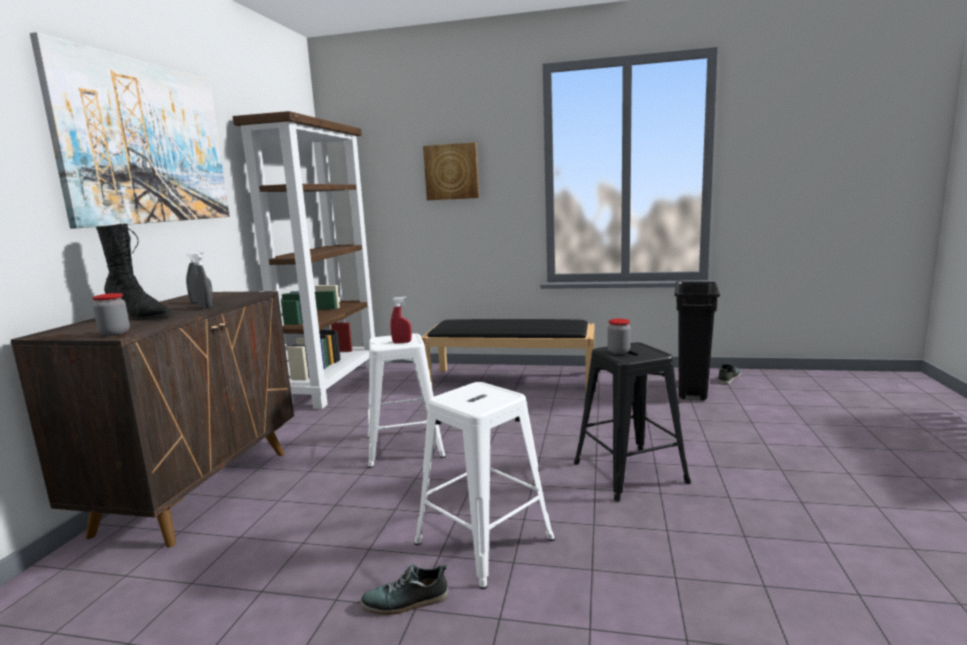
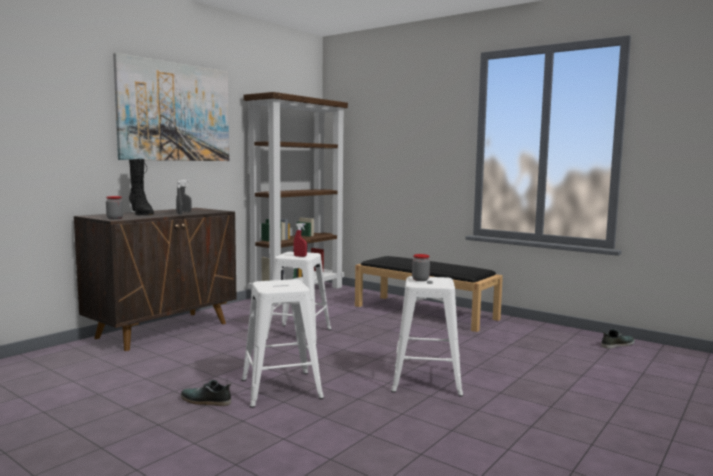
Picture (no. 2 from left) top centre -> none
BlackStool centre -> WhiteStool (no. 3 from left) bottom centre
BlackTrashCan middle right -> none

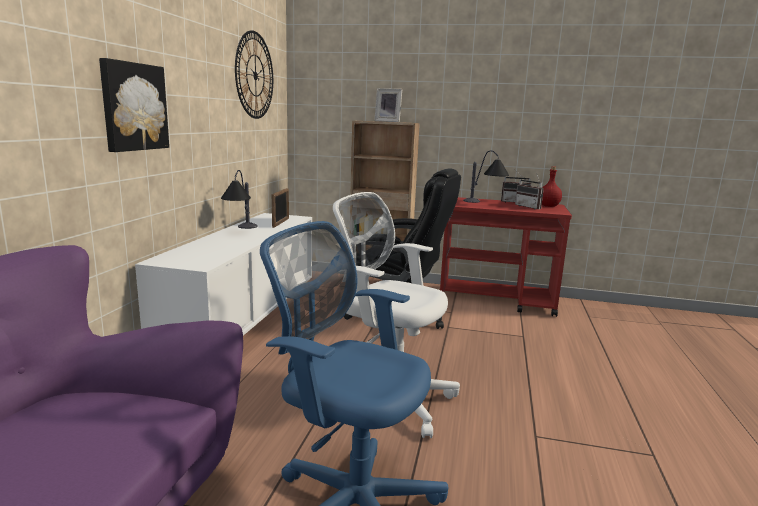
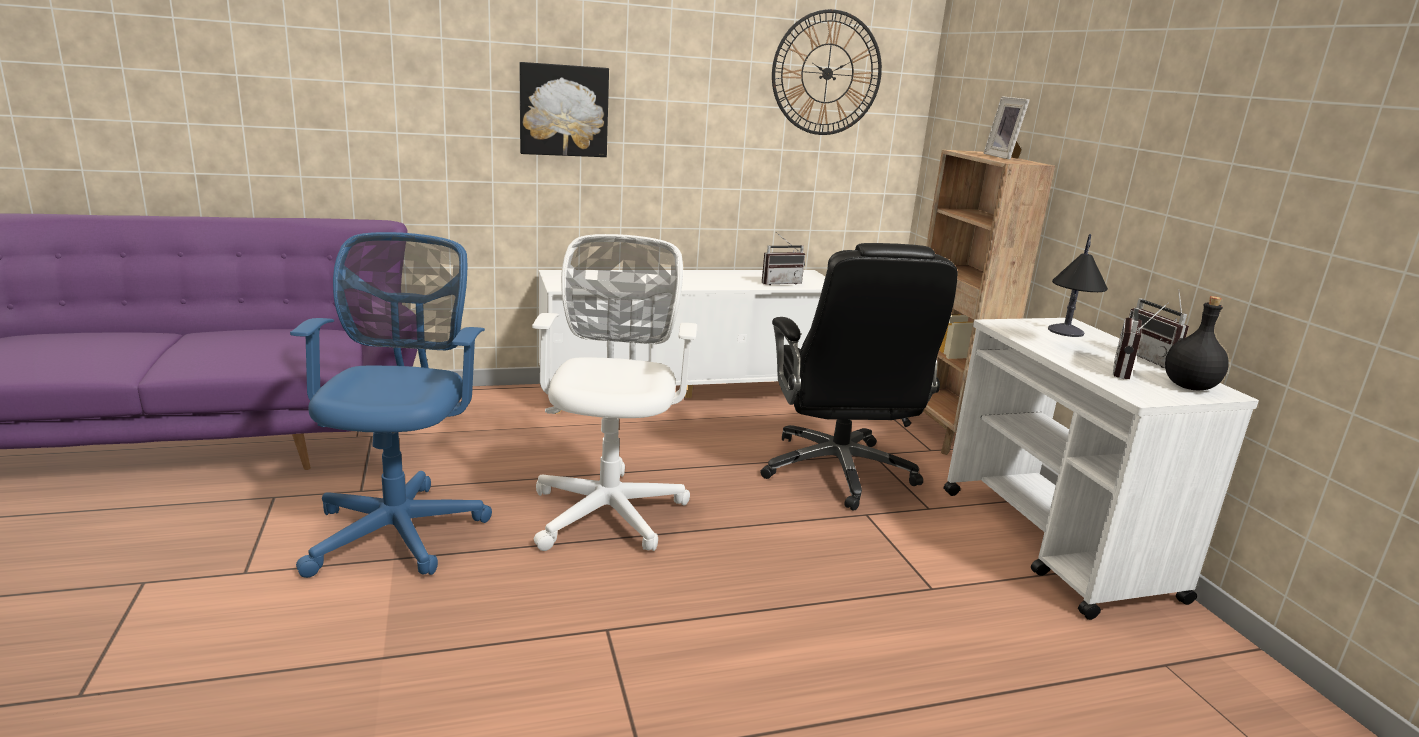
TableLamp (no. 1 from left) middle left -> none
PictureFrame (no. 1 from left) centre -> Radio (no. 1 from left) centre
RedCart middle right -> WhiteCart middle right
RedBottle middle right -> BlackBottle middle right

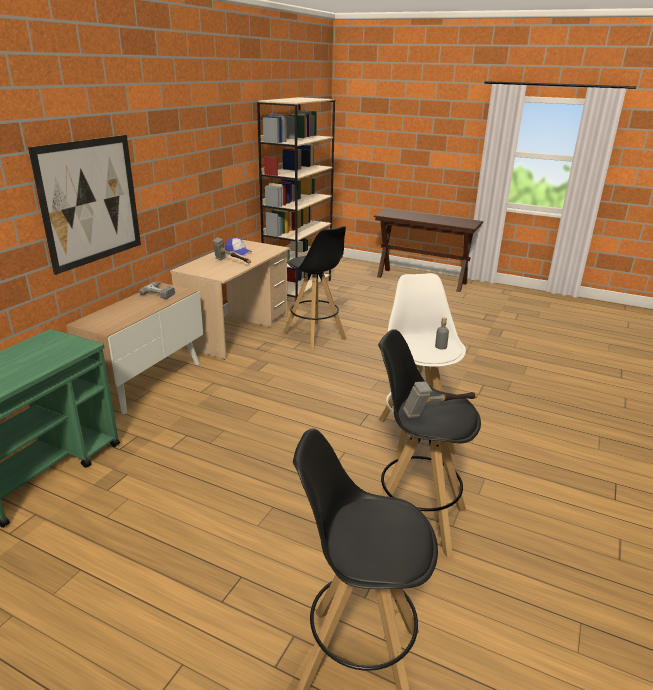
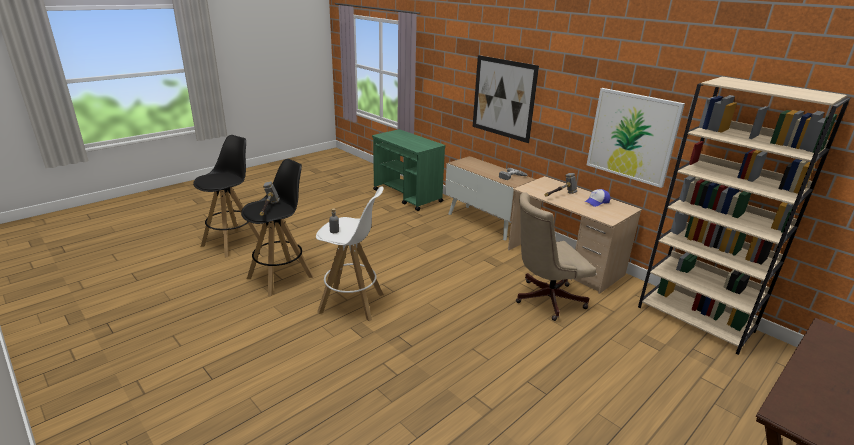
BlackStool (no. 1 from left) centre -> BeigeOfficeChair centre
none -> Picture (no. 2 from left) top right

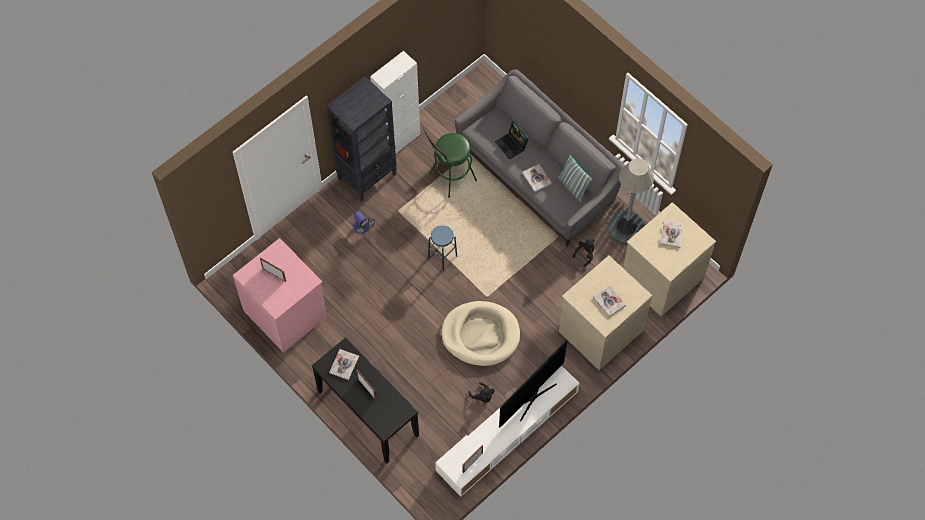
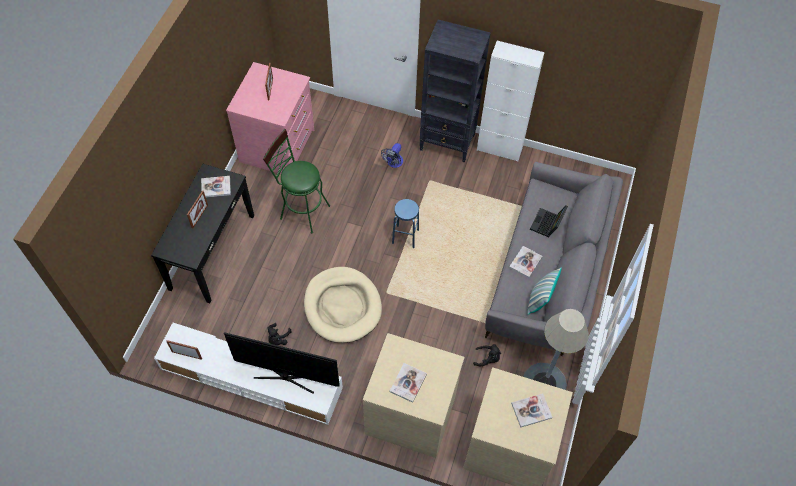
GreenStool top centre -> GreenStool centre, shifted

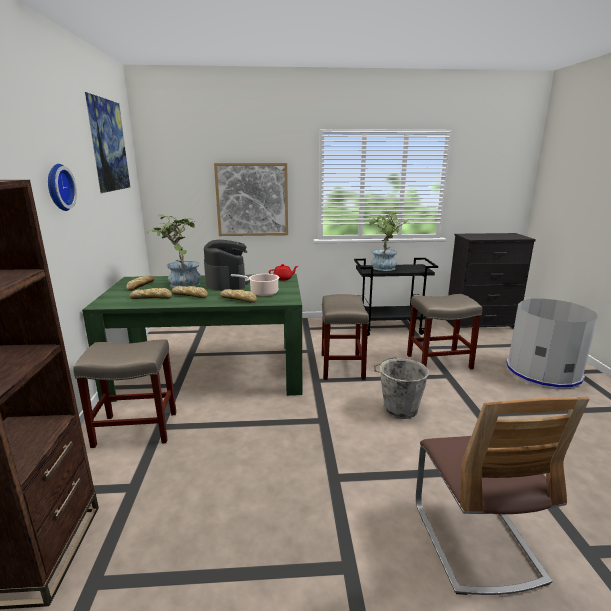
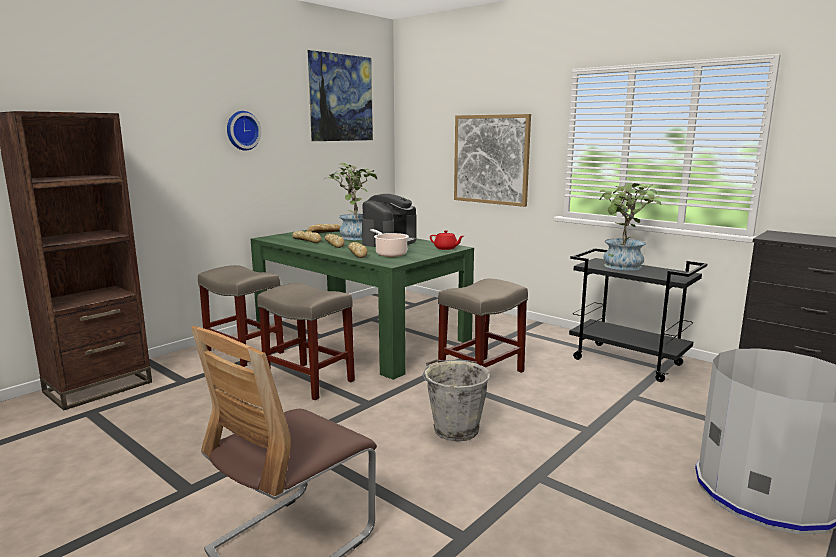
BeigeStool (no. 3 from left in the first image) middle right -> BeigeStool (no. 2 from left) centre, shifted

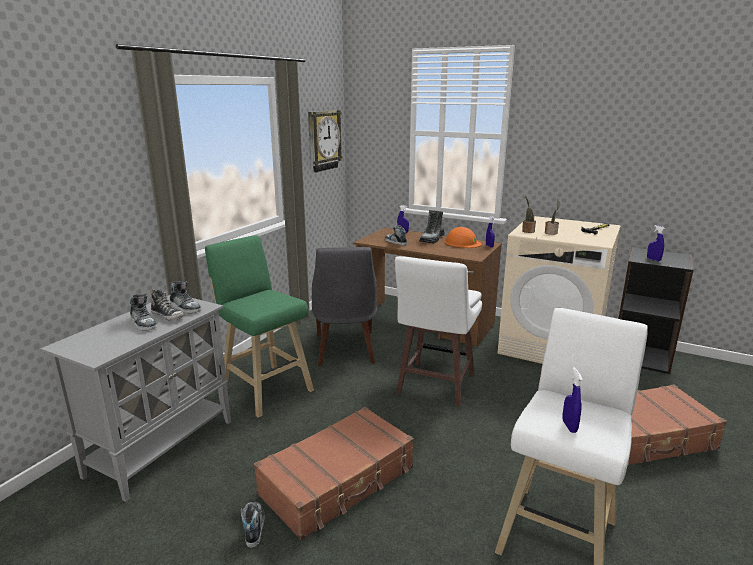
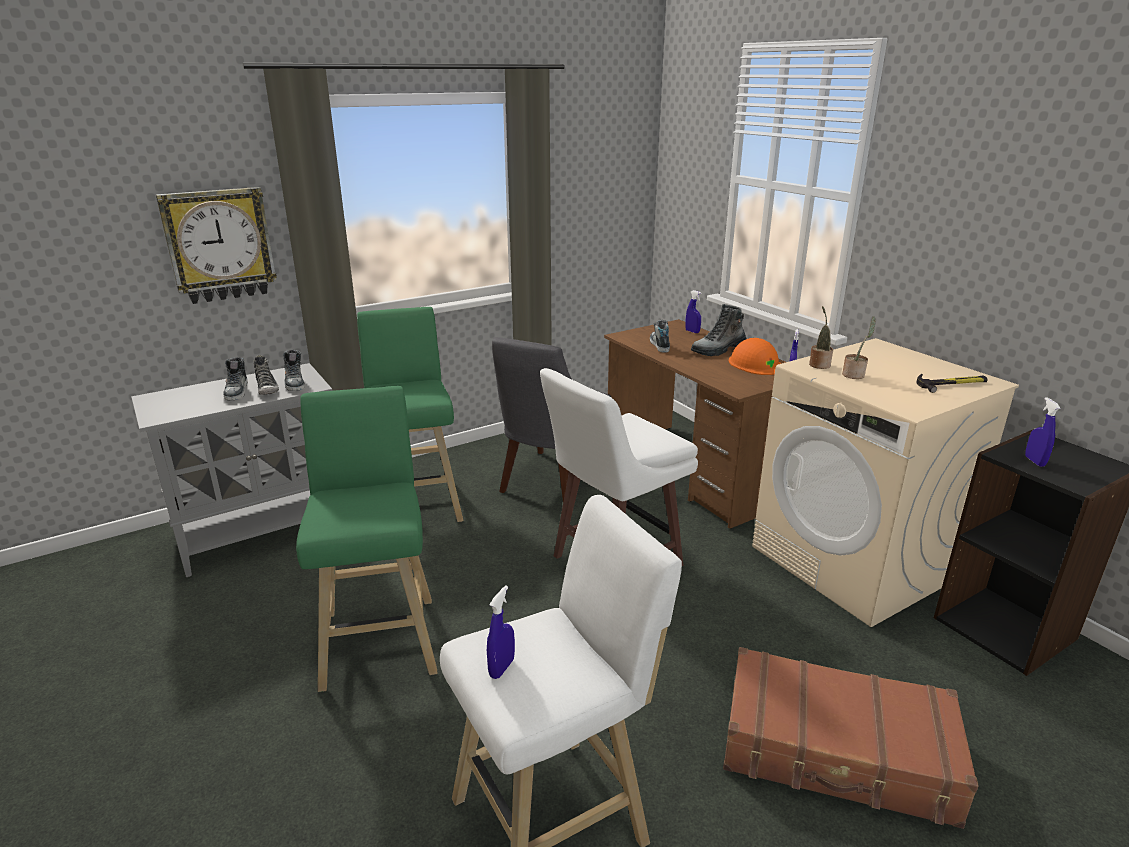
Shoe (no. 4 from left) bottom centre -> none
BrownSuitcase (no. 1 from left) bottom centre -> GreenStool (no. 1 from left) middle left
WallClock top centre -> WallClock top left, shifted

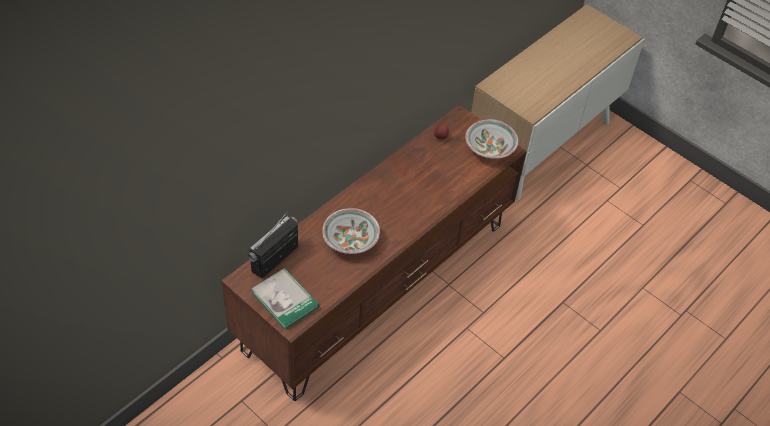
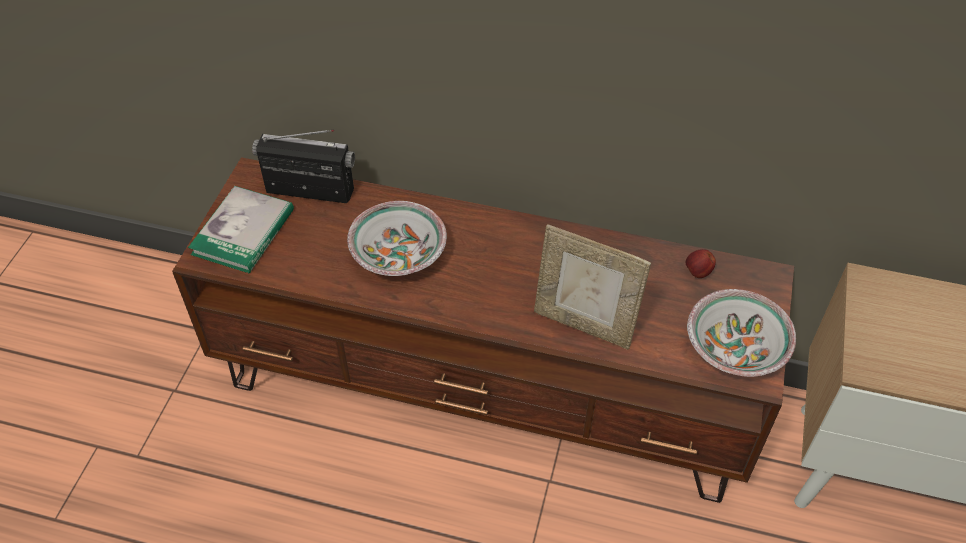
none -> PictureFrame centre

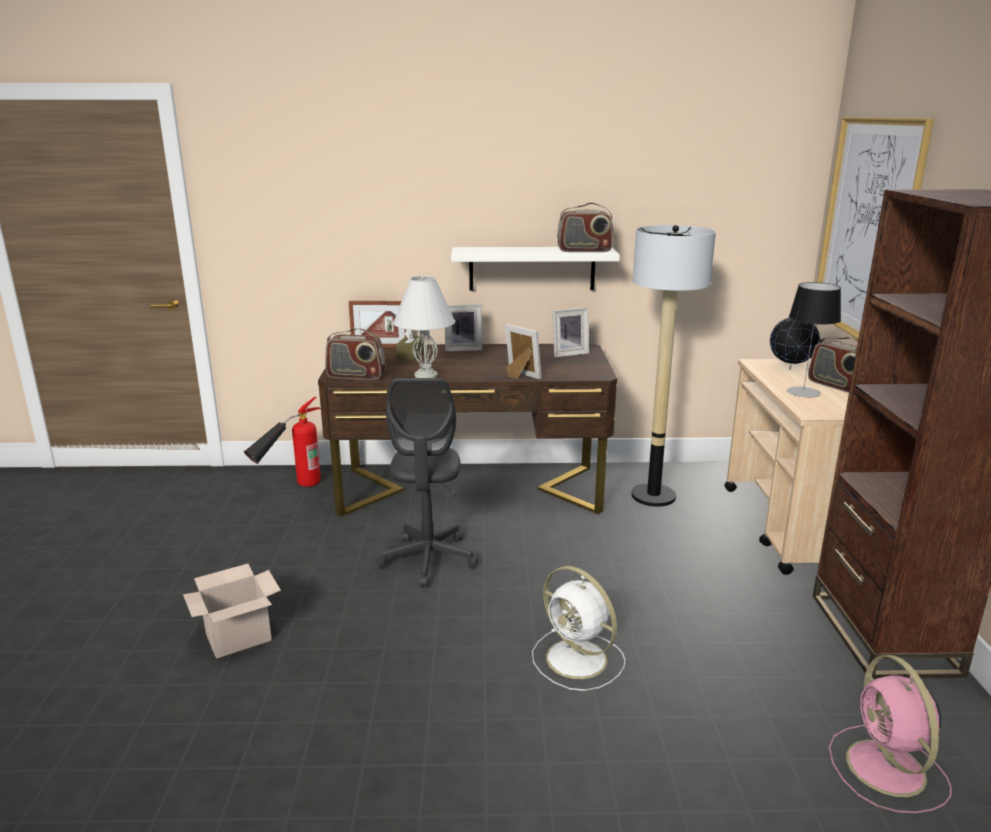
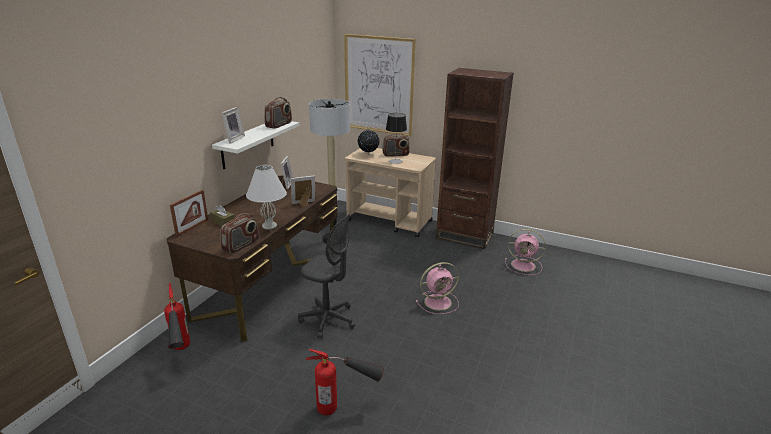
CardboardBox bottom left -> FireExtinguisher (no. 2 from left) bottom centre
PictureFrame (no. 2 from left) centre -> PictureFrame (no. 2 from left) top left, shifted
WhiteFan bottom centre -> PinkFan (no. 1 from left) centre

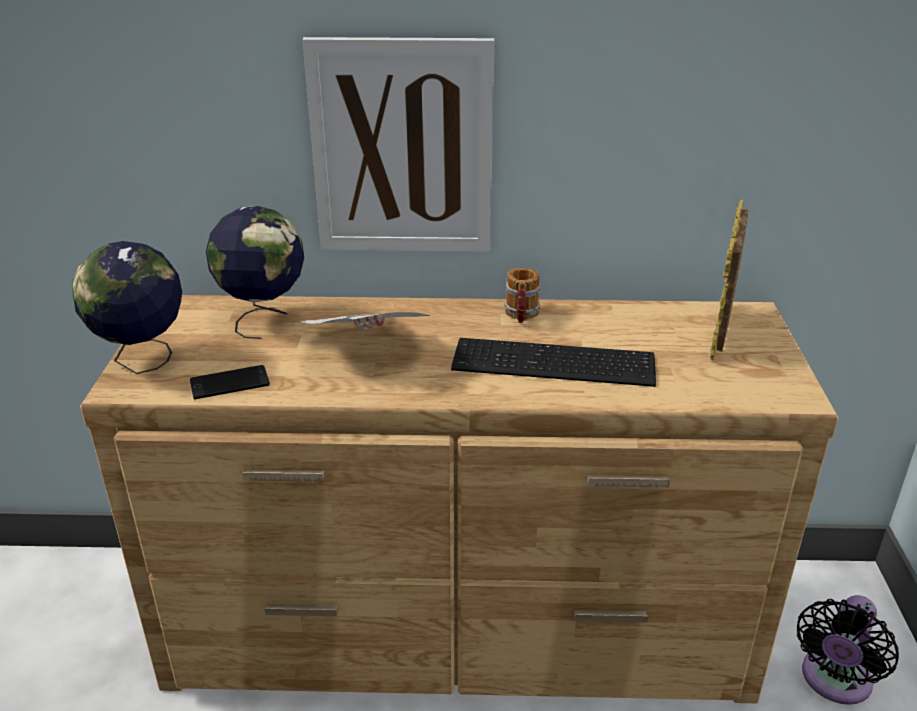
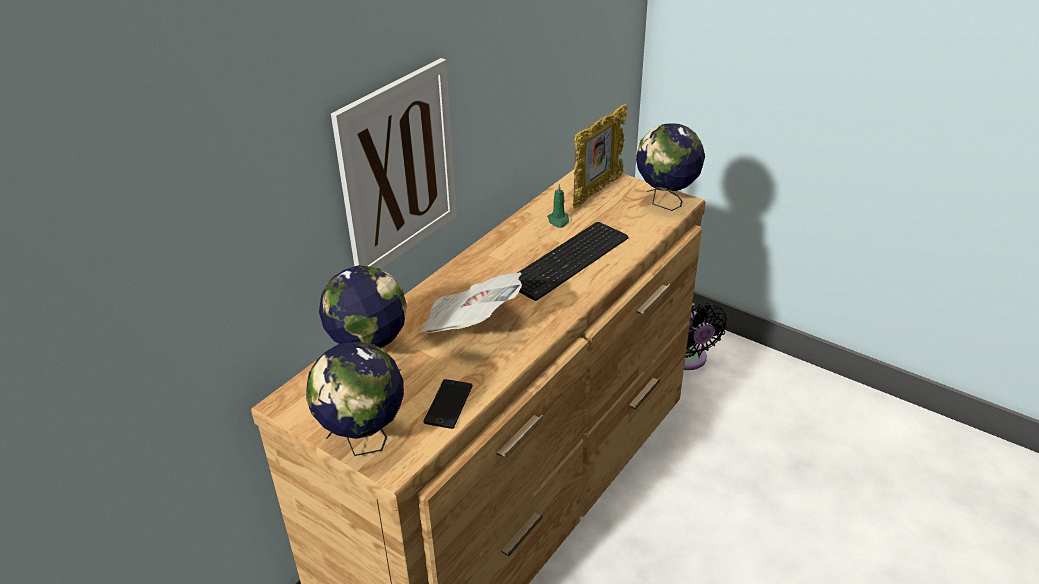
Mug centre -> none
PictureFrame middle right -> PictureFrame top centre, 105 degrees counterclockwise
none -> GreenCandle centre
none -> Globe (no. 3 from left) top centre

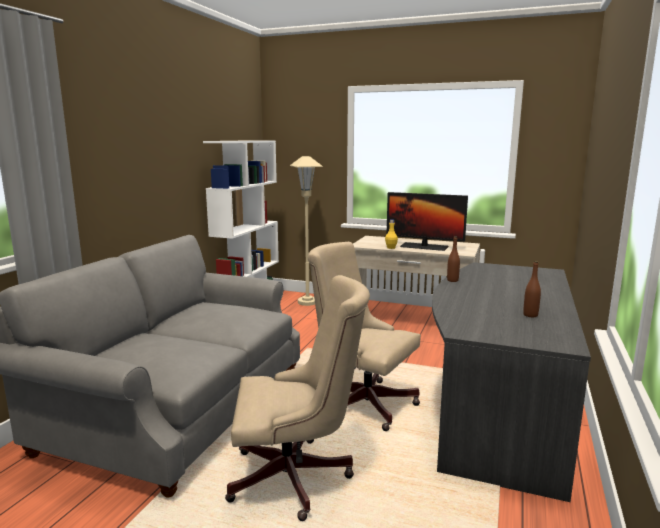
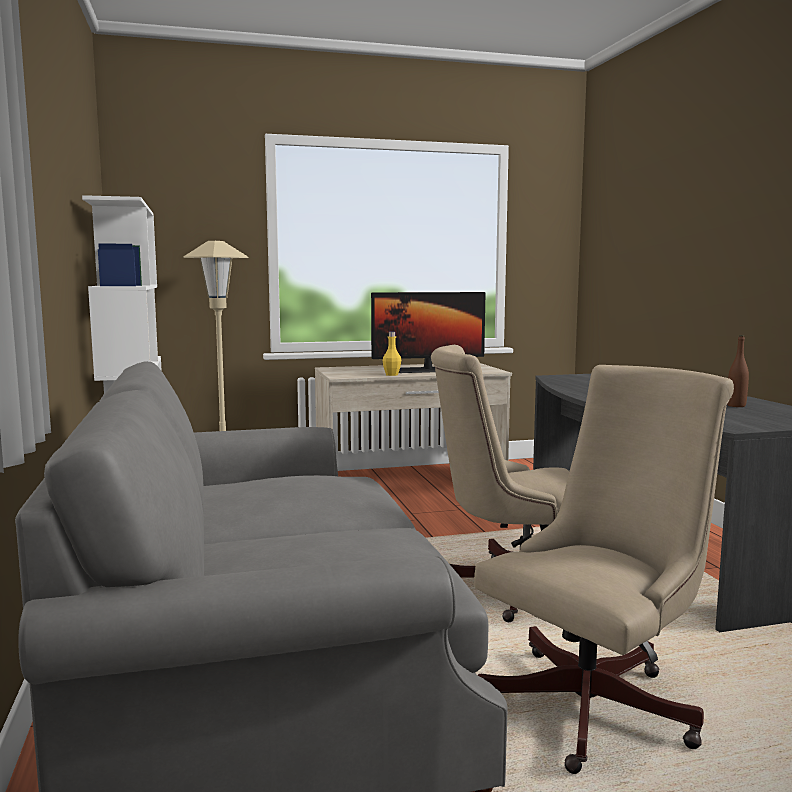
BrownBottle (no. 1 from left) middle right -> none

